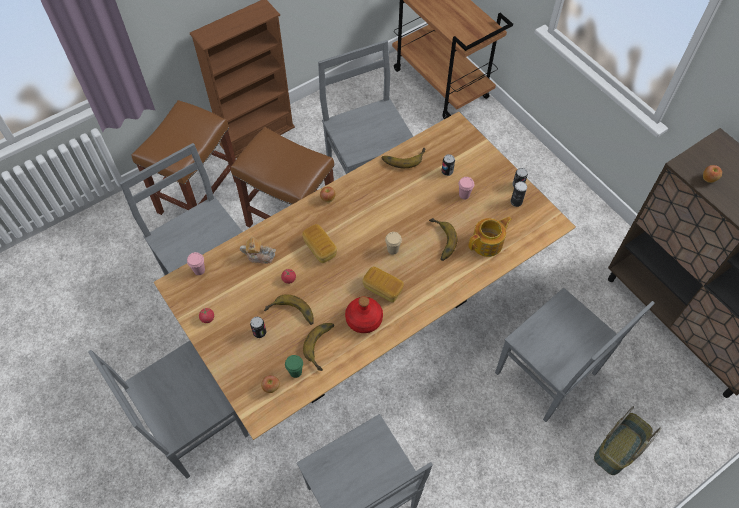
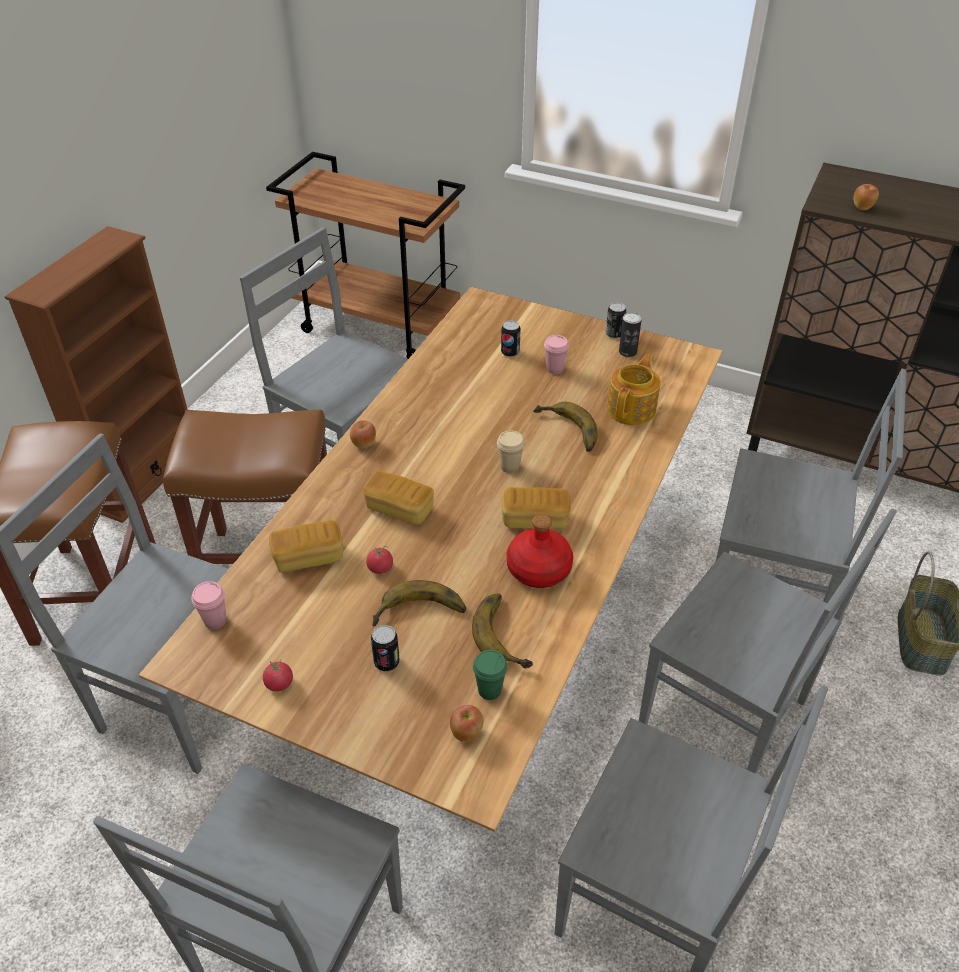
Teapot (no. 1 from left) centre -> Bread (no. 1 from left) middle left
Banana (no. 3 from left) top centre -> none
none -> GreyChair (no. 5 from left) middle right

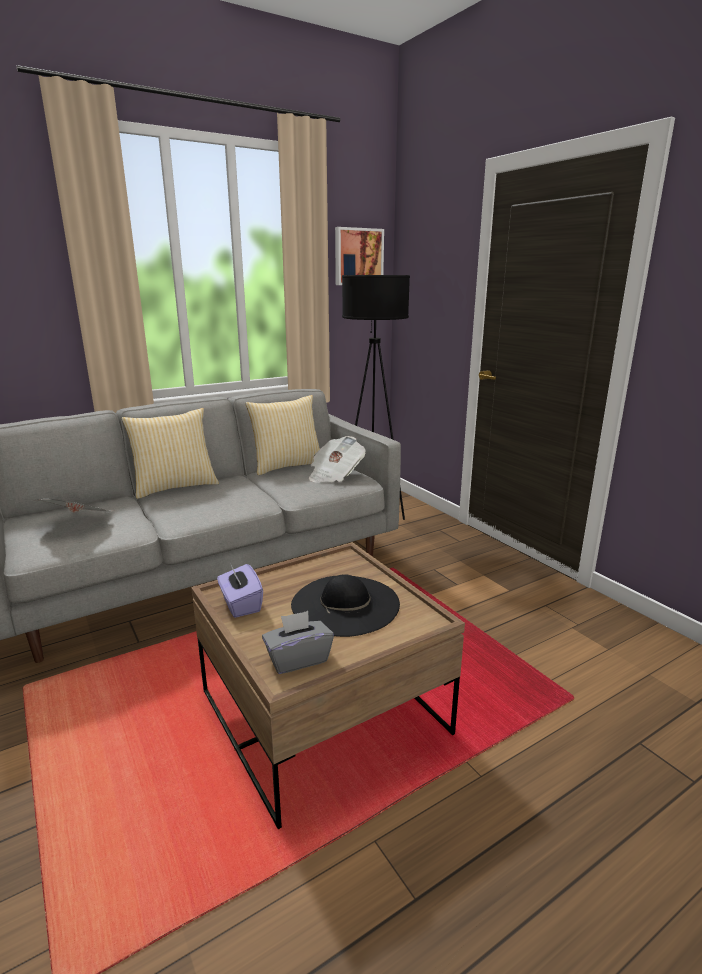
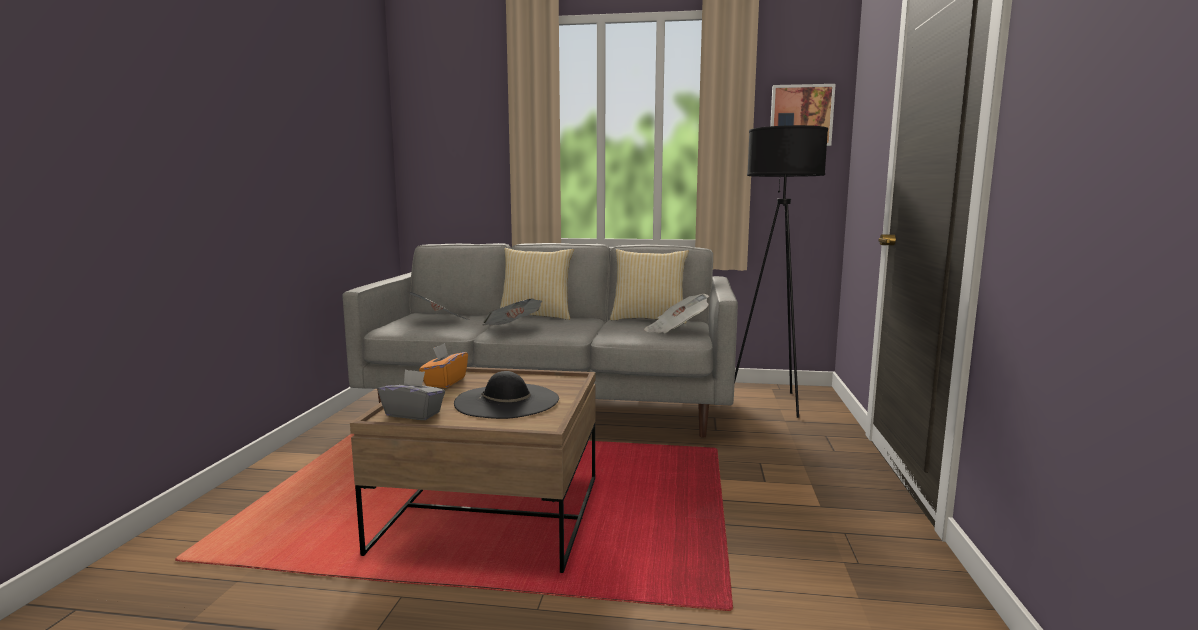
PurpleTissueBox centre -> OrangeTissueBox centre
none -> Newspaper (no. 2 from left) centre

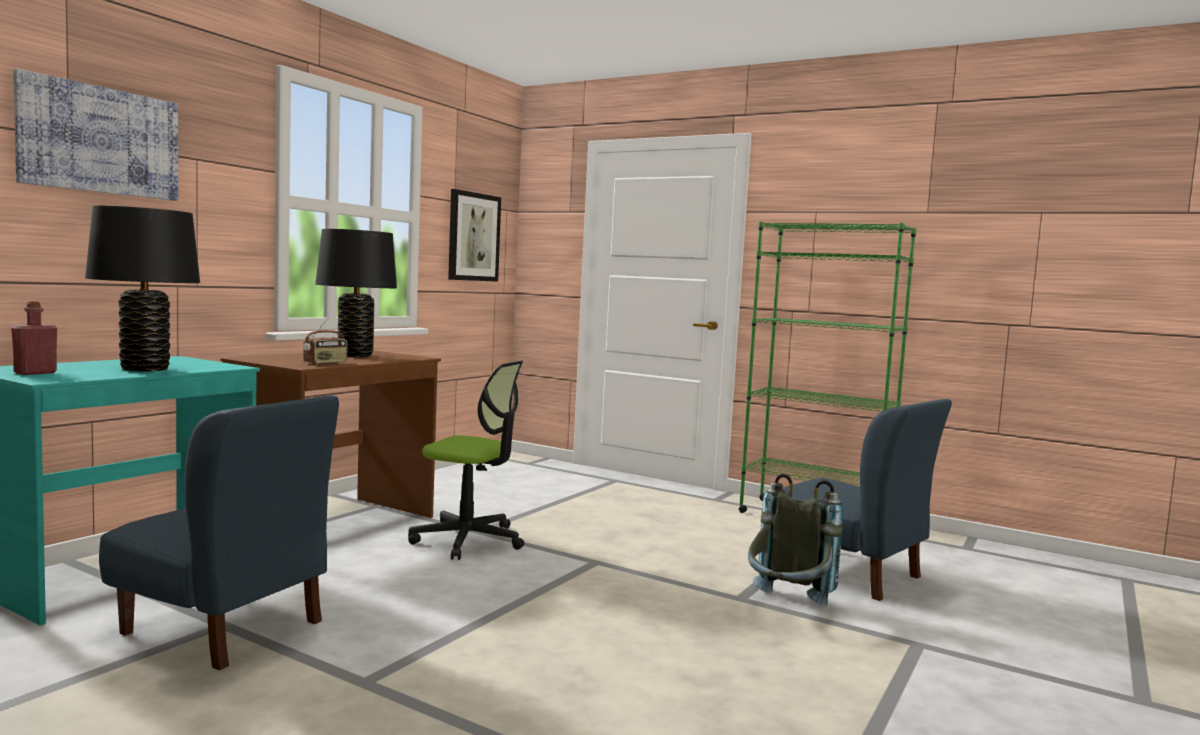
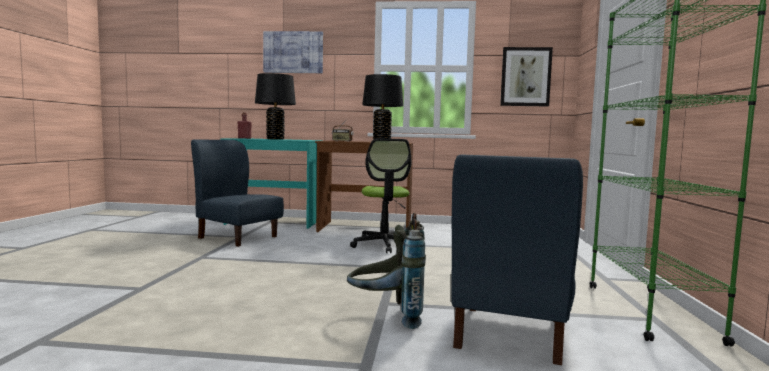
BlueChair (no. 1 from left) bottom left -> BlueChair (no. 1 from left) middle left, 120 degrees clockwise

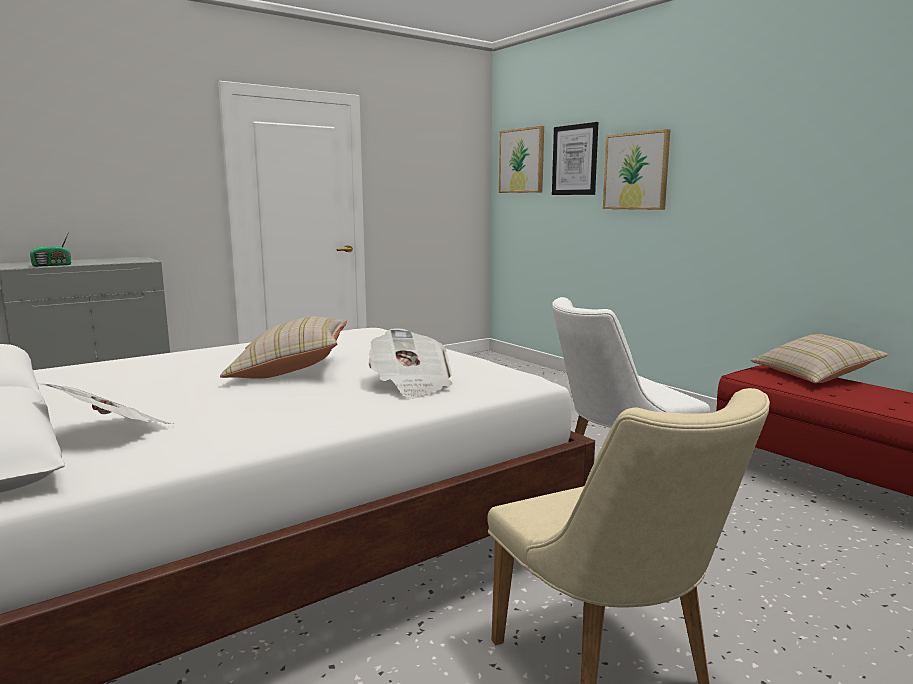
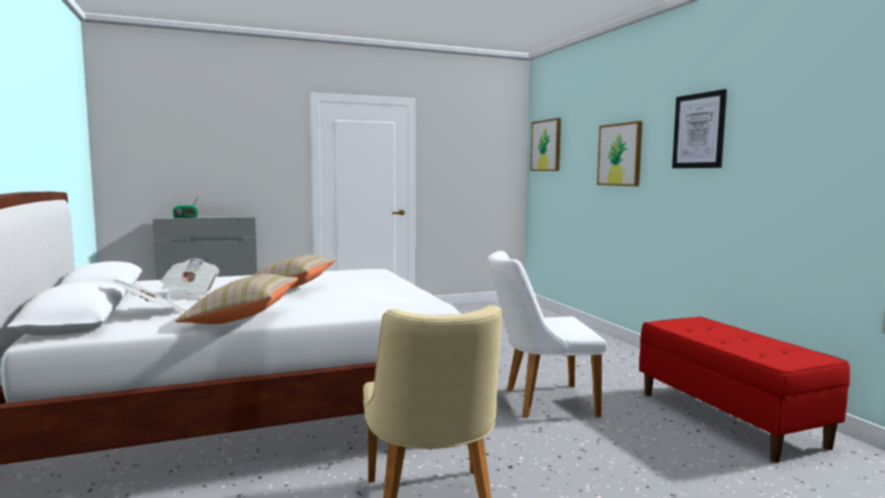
Newspaper (no. 2 from left) centre -> Newspaper (no. 2 from left) middle left, shifted
Picture (no. 2 from left in the first image) top centre -> Picture (no. 3 from left) top right, shifted
BeigePillow (no. 2 from left in the first image) middle right -> BeigePillow (no. 1 from left) middle left, shifted

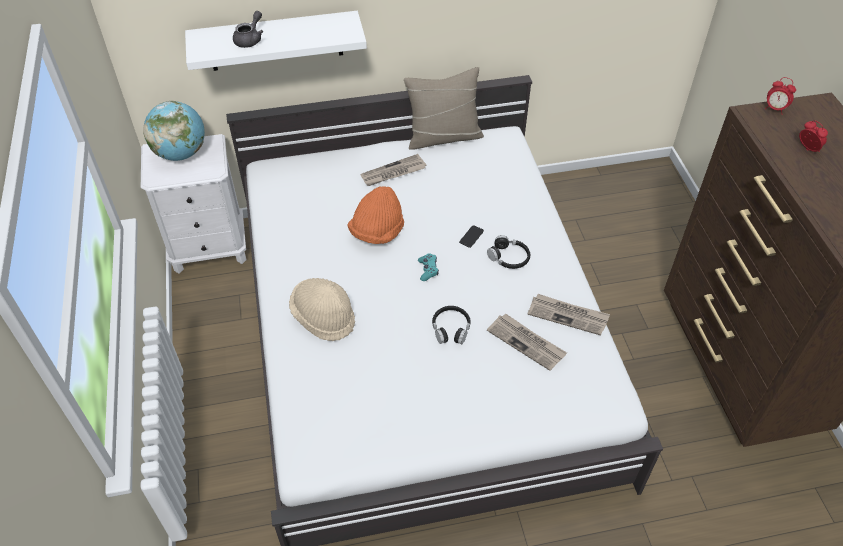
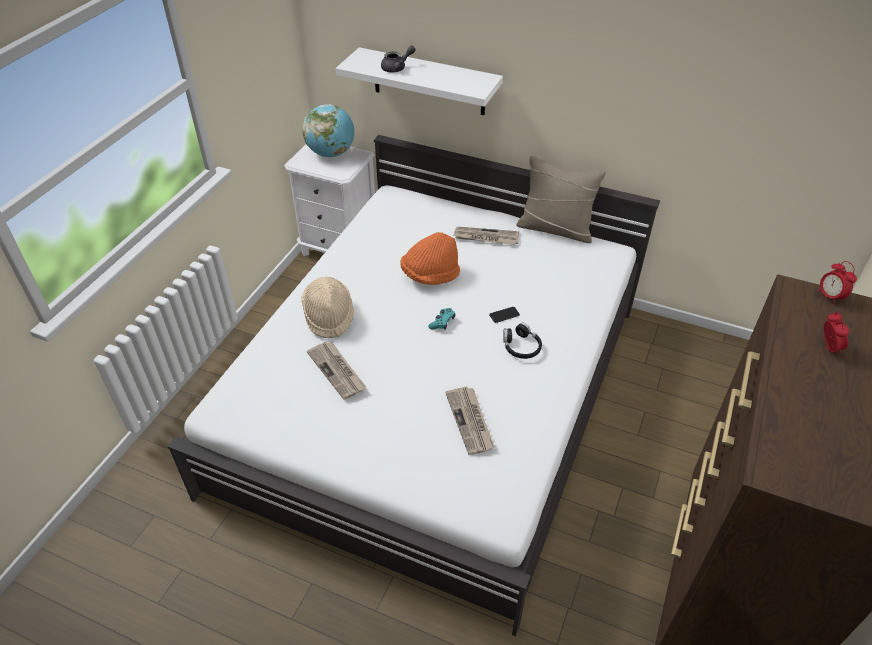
BlackHeadphones (no. 1 from left) centre -> none
Newspaper (no. 3 from left in the first image) middle right -> Newspaper (no. 1 from left) centre, shifted

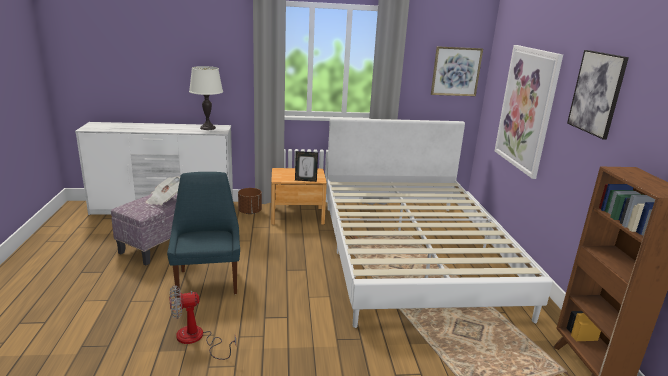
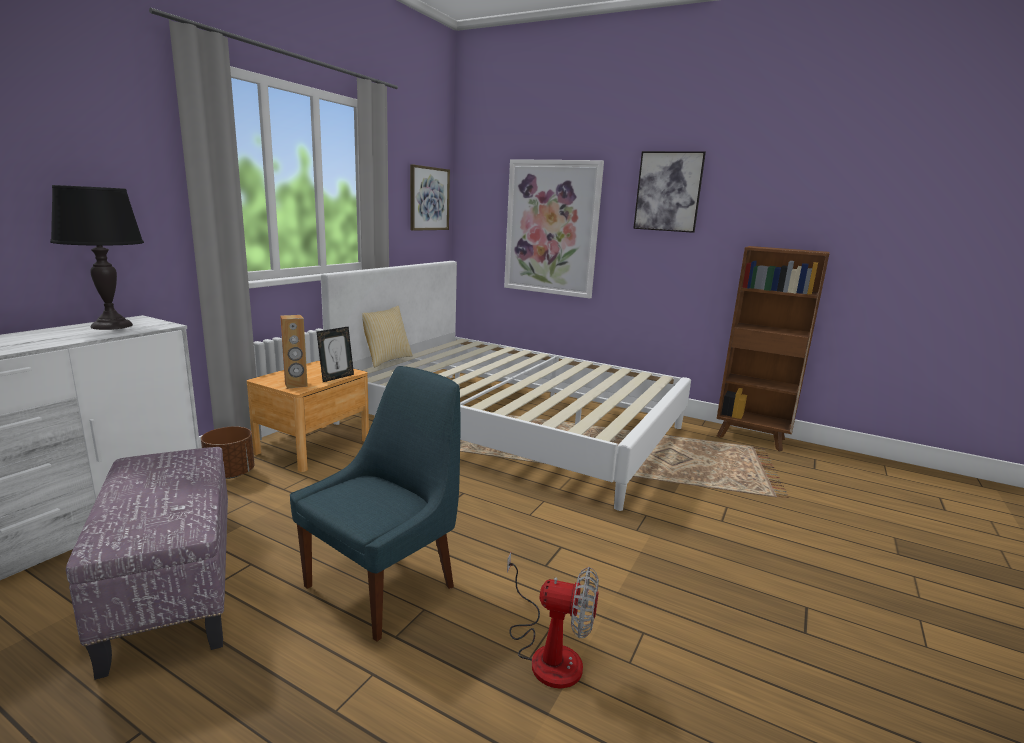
Newspaper middle left -> none
BlueChair middle left -> BlueChair bottom centre, 105 degrees clockwise
Fan bottom left -> Fan bottom centre, 90 degrees counterclockwise
WhiteTableLamp top left -> BlackTableLamp middle left
none -> BrownSpeaker middle left
none -> Pillow centre

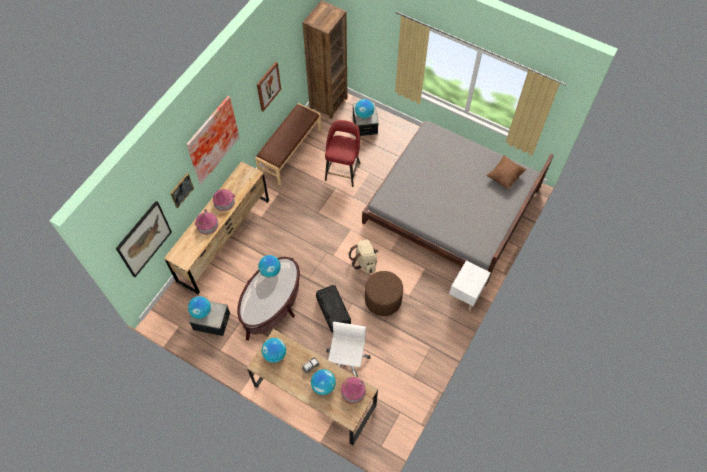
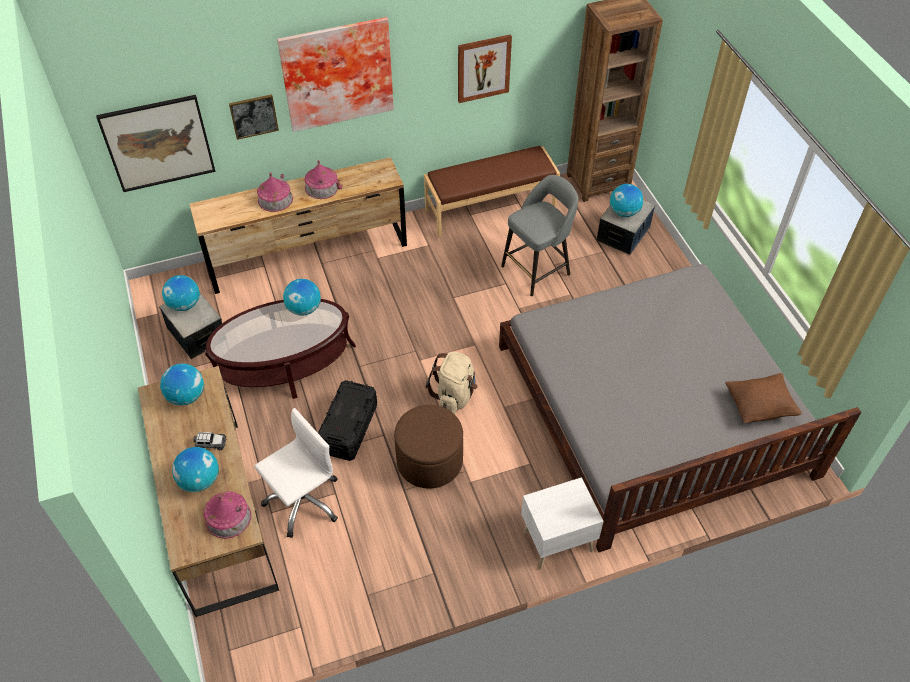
RedStool top centre -> GreyStool centre

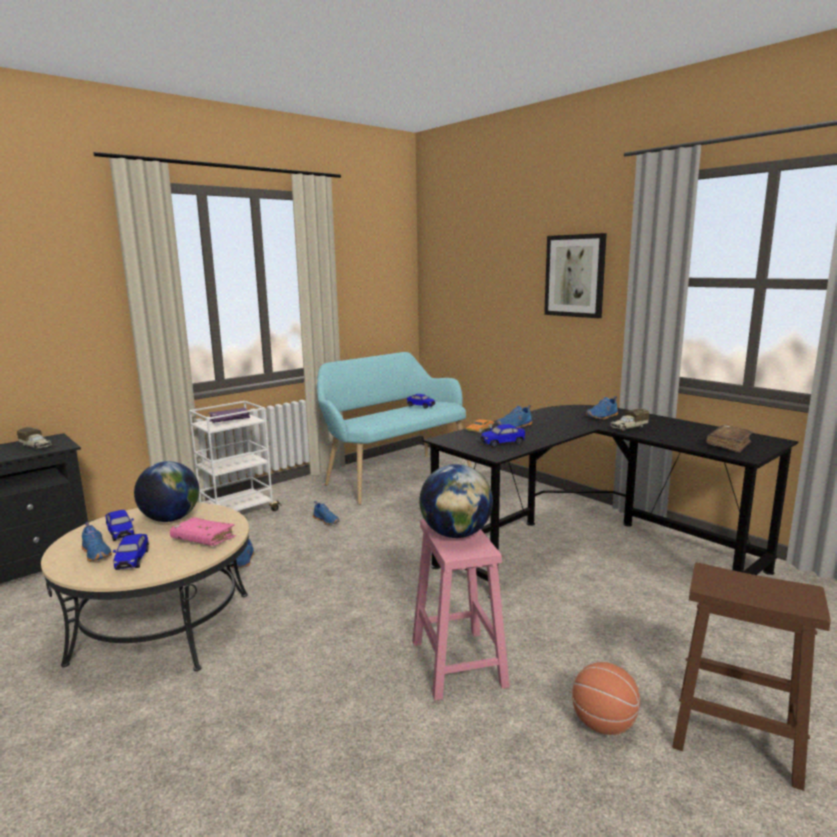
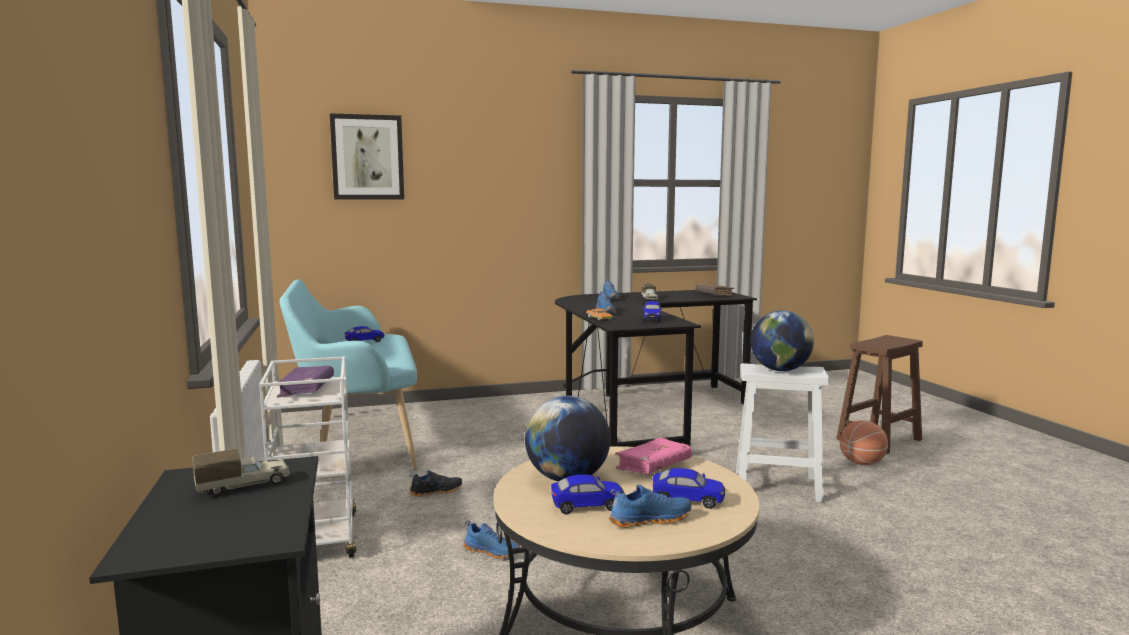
BlueShoe (no. 3 from left) centre -> BlackShoe bottom centre
PinkStool bottom centre -> WhiteStool bottom right
Picture top right -> Picture top left, shifted

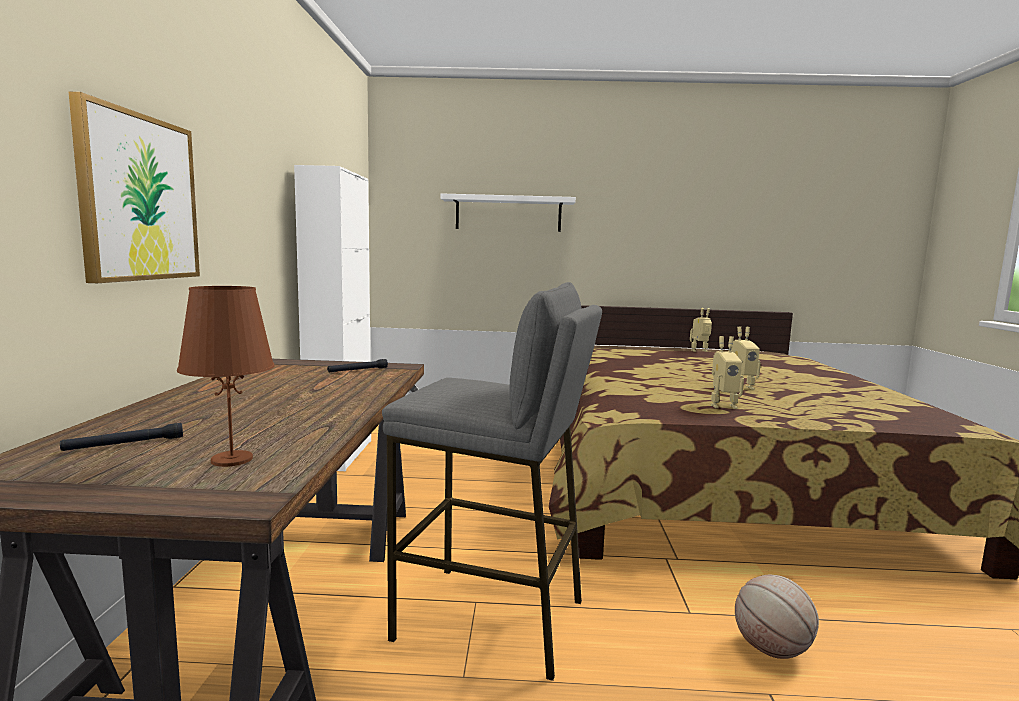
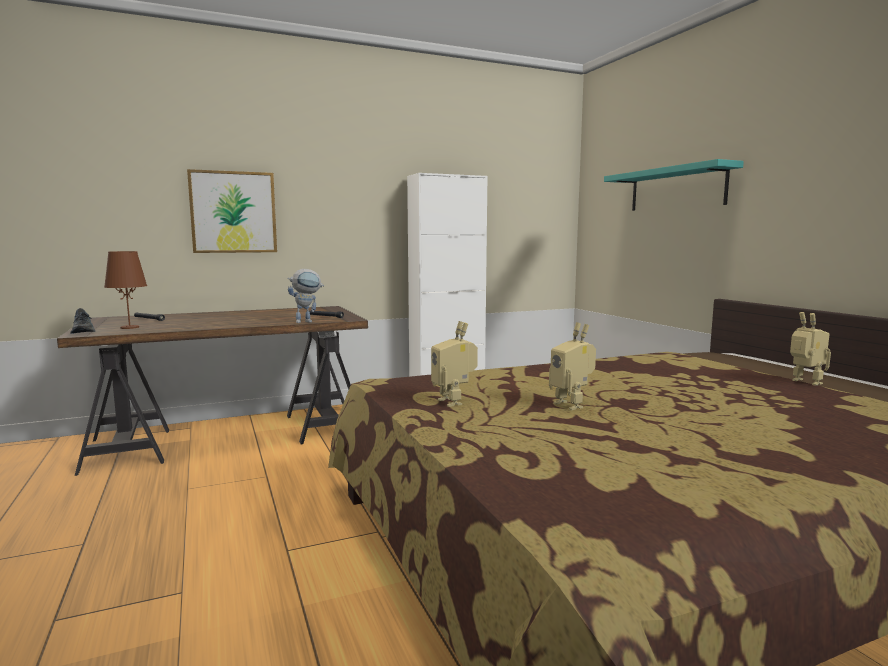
GreyStool bottom centre -> none
WhiteShelf top centre -> TurquoiseShelf top right
Basketball bottom right -> none
none -> Shoe middle left
none -> ToyRobot (no. 1 from left) centre

